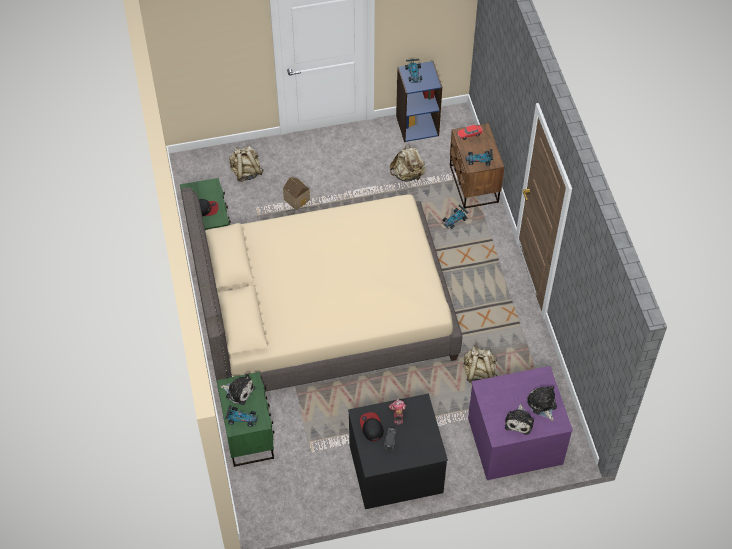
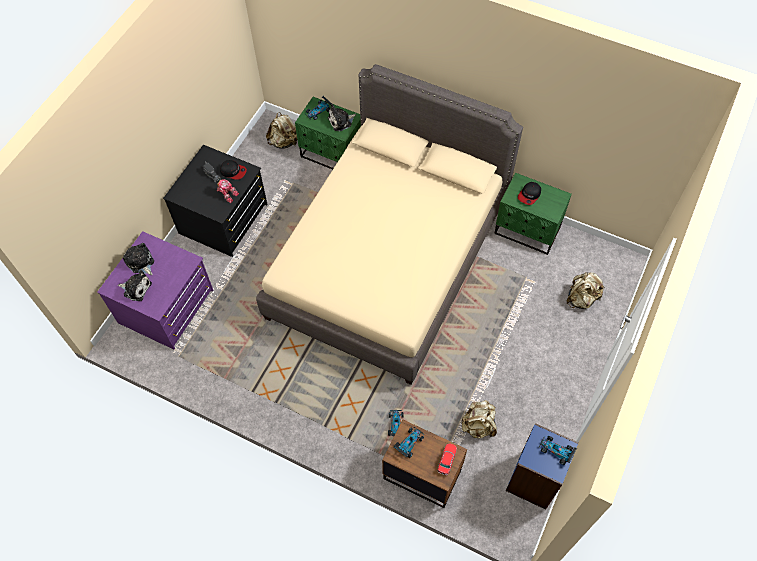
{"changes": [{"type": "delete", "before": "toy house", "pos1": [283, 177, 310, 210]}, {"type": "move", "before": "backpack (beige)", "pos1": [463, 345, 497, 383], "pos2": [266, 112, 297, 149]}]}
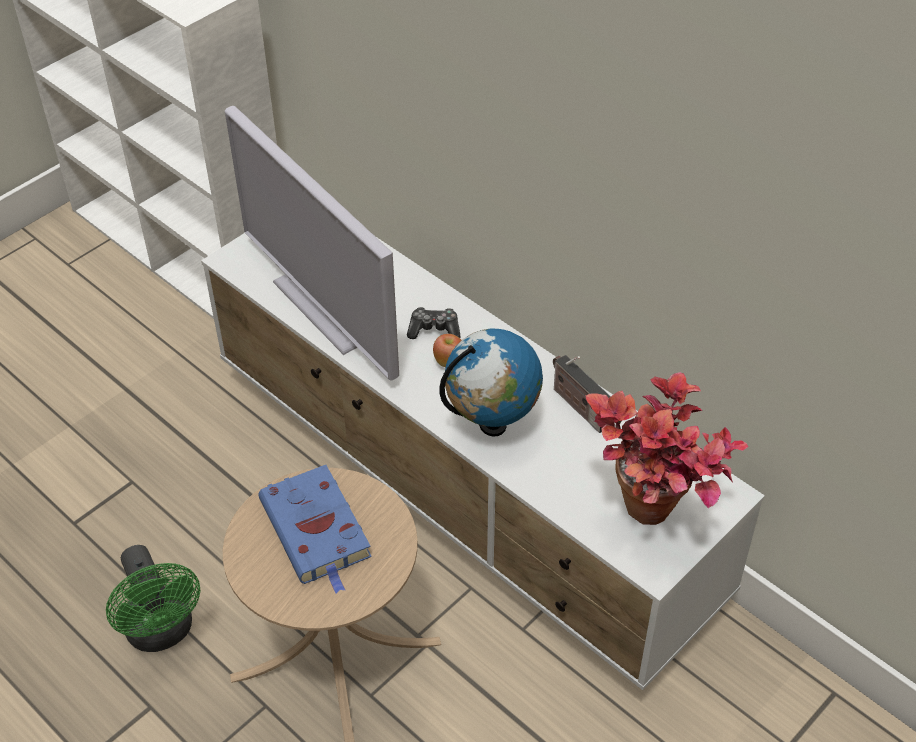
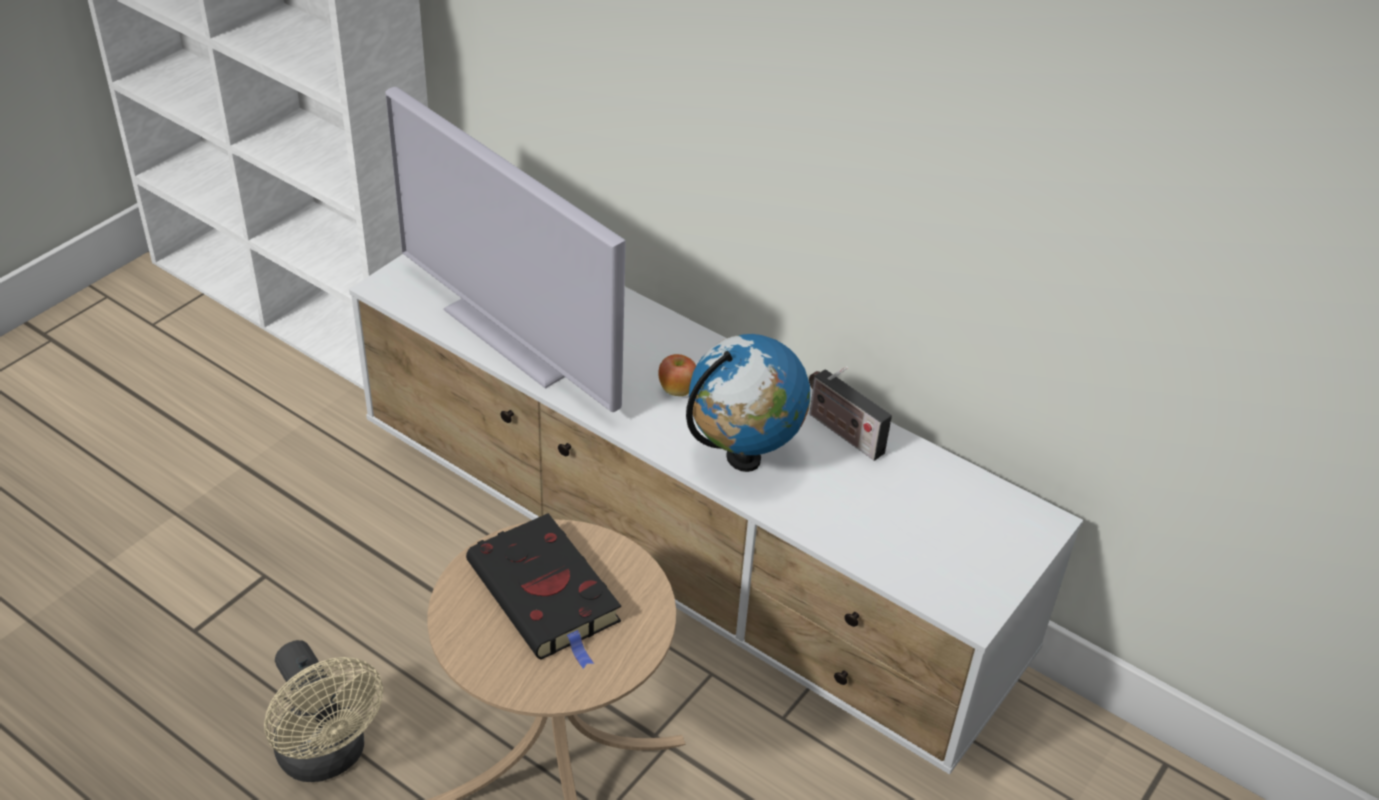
{"changes": [{"type": "delete", "before": "game controller", "pos1": [407, 307, 460, 339]}, {"type": "delete", "before": "potted plant", "pos1": [586, 372, 748, 525]}, {"type": "recolor", "before": "fan (green)", "after": "fan (beige)", "pos1": [106, 545, 200, 652], "pos2": [264, 640, 383, 782]}, {"type": "recolor", "before": "book (blue)", "after": "book (black)", "pos1": [258, 465, 372, 594], "pos2": [466, 513, 621, 669]}]}
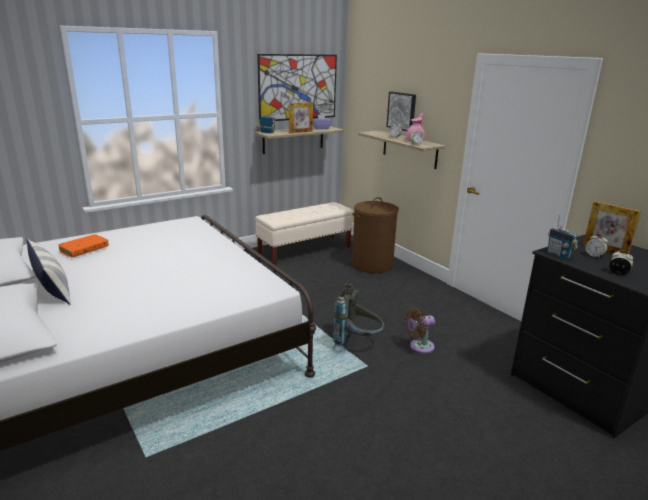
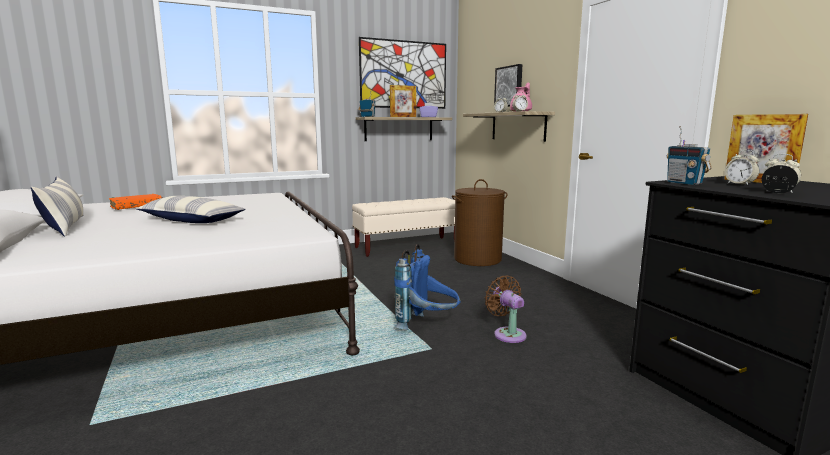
{"changes": [{"type": "insert", "after": "pillow", "pos2": [135, 196, 246, 223]}, {"type": "recolor", "before": "backpack (grey)", "after": "backpack (blue)", "pos1": [333, 280, 384, 350], "pos2": [394, 244, 461, 330]}, {"type": "rotate", "before": "fan (brown)", "pos1": [405, 307, 435, 354], "pos2": [485, 276, 527, 343], "turn": 75}]}
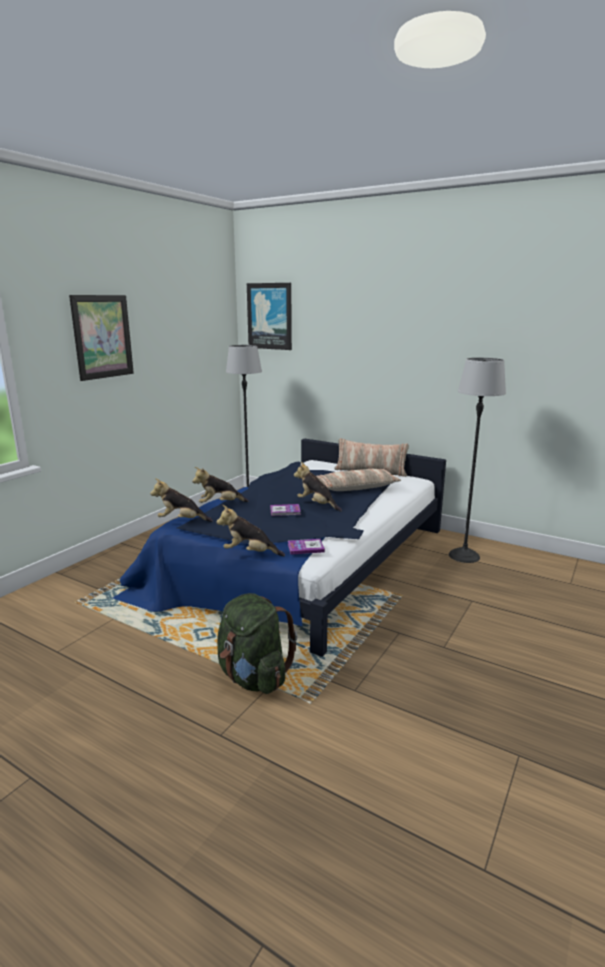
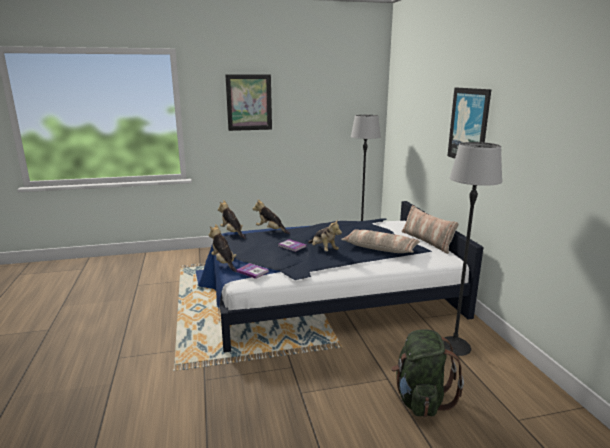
{"changes": [{"type": "move", "before": "backpack (green)", "pos1": [217, 593, 297, 694], "pos2": [391, 329, 464, 417]}, {"type": "move", "before": "picture", "pos1": [247, 283, 292, 350], "pos2": [447, 88, 492, 159]}, {"type": "rotate", "before": "plush toy", "pos1": [294, 462, 342, 512], "pos2": [308, 219, 342, 251], "turn": 150}]}
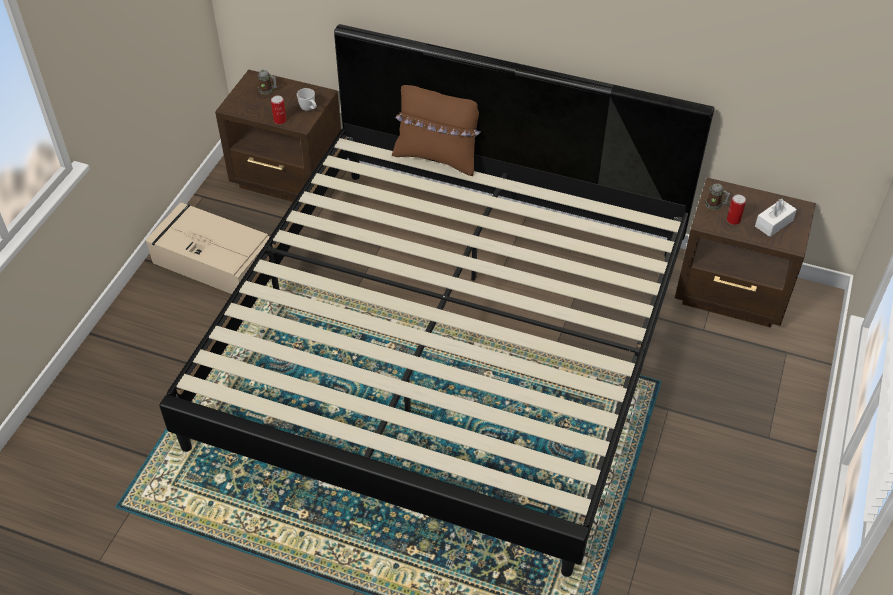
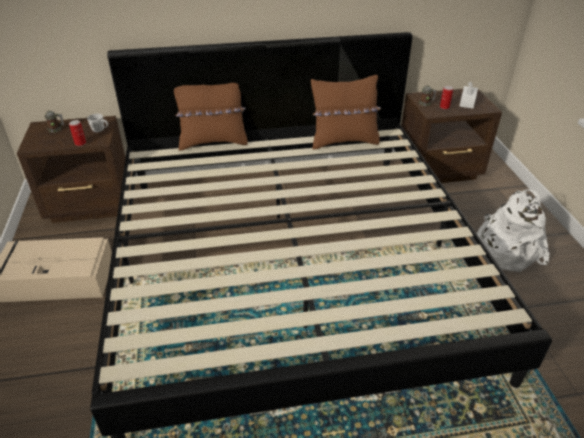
{"changes": [{"type": "insert", "after": "pillow (brown)", "pos2": [311, 75, 381, 150]}, {"type": "insert", "after": "backpack (white)", "pos2": [477, 190, 549, 272]}]}
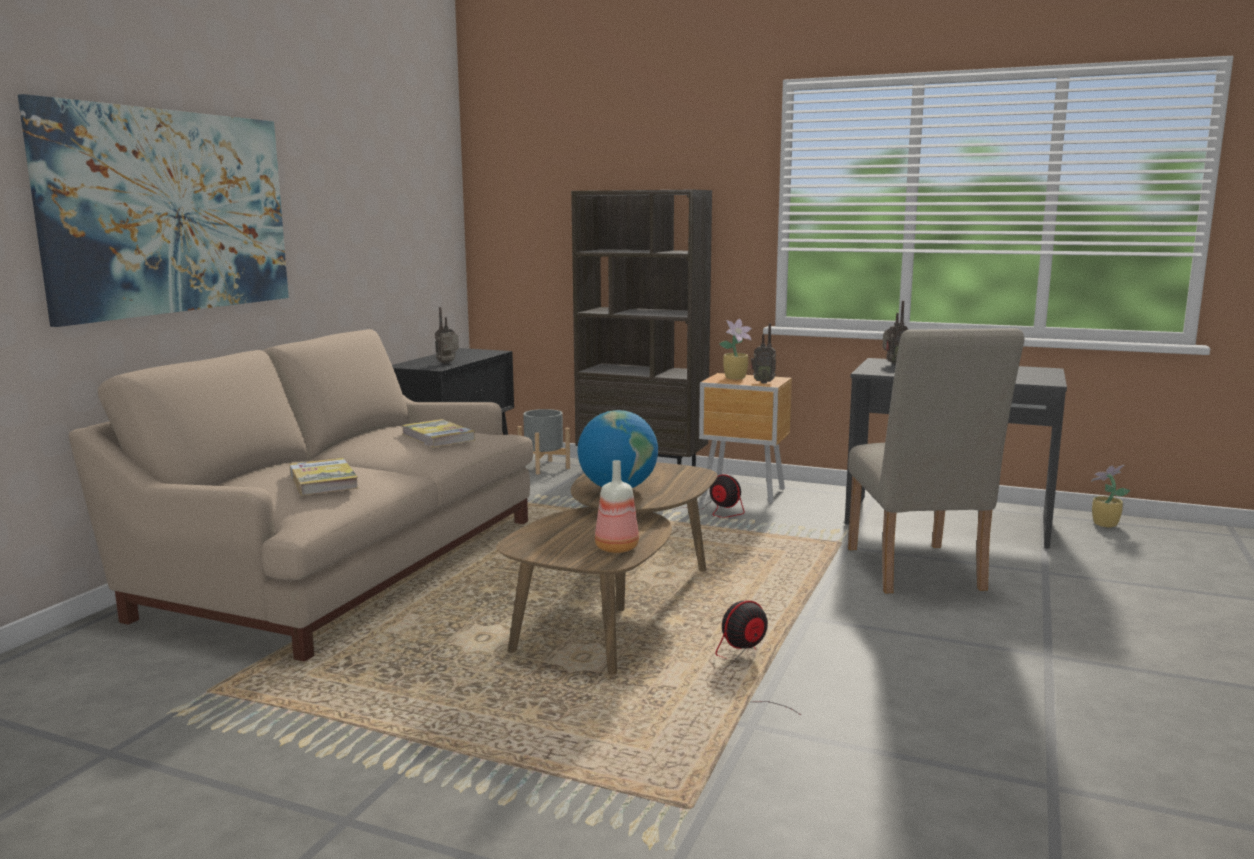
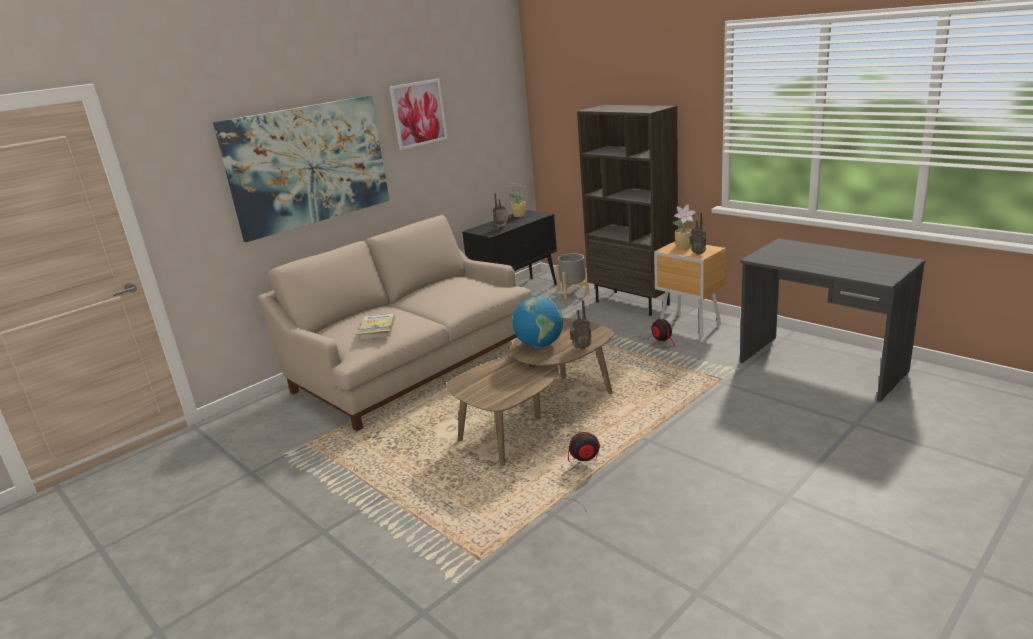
{"changes": [{"type": "delete", "before": "book", "pos1": [402, 419, 475, 447]}, {"type": "delete", "before": "bottle", "pos1": [595, 460, 639, 553]}, {"type": "delete", "before": "chair (beige)", "pos1": [848, 328, 1025, 593]}, {"type": "insert", "after": "picture", "pos2": [389, 79, 448, 150]}, {"type": "move", "before": "radio", "pos1": [882, 301, 908, 364], "pos2": [570, 300, 592, 350]}, {"type": "move", "before": "potted plant", "pos1": [1091, 465, 1130, 527], "pos2": [507, 182, 526, 217]}]}
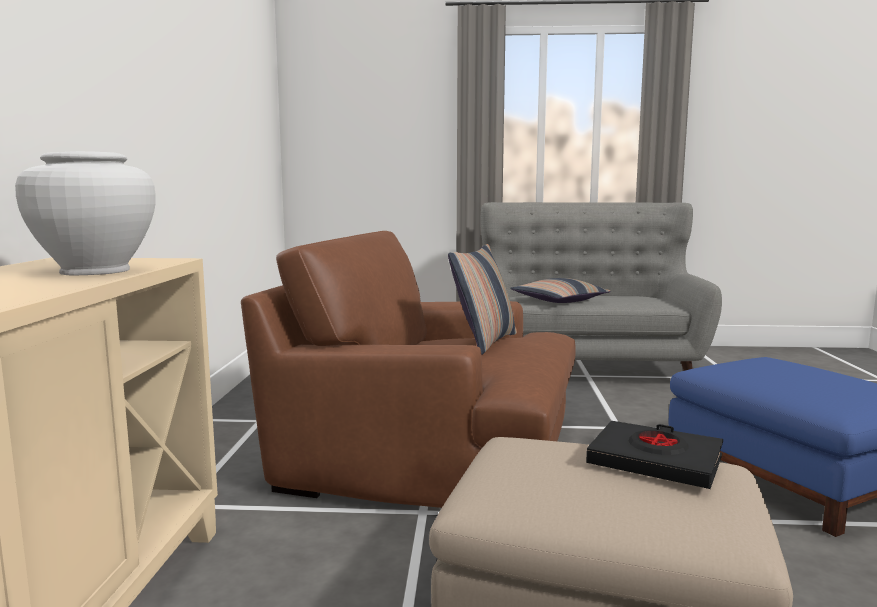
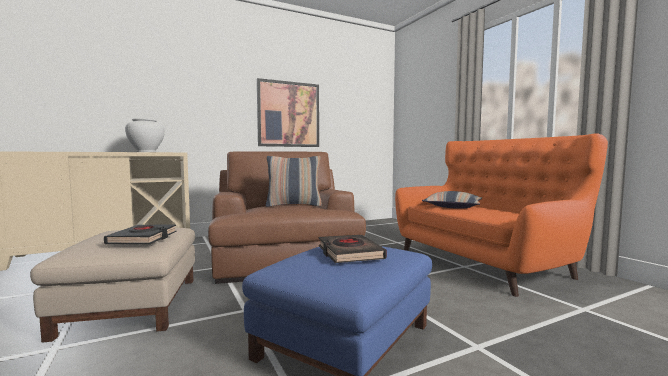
{"changes": [{"type": "insert", "after": "picture", "pos2": [257, 78, 319, 147]}, {"type": "insert", "after": "book (black)", "pos2": [319, 235, 387, 263]}, {"type": "recolor", "before": "sofa (grey)", "after": "sofa (orange)", "pos1": [480, 202, 722, 371], "pos2": [395, 134, 608, 297]}]}
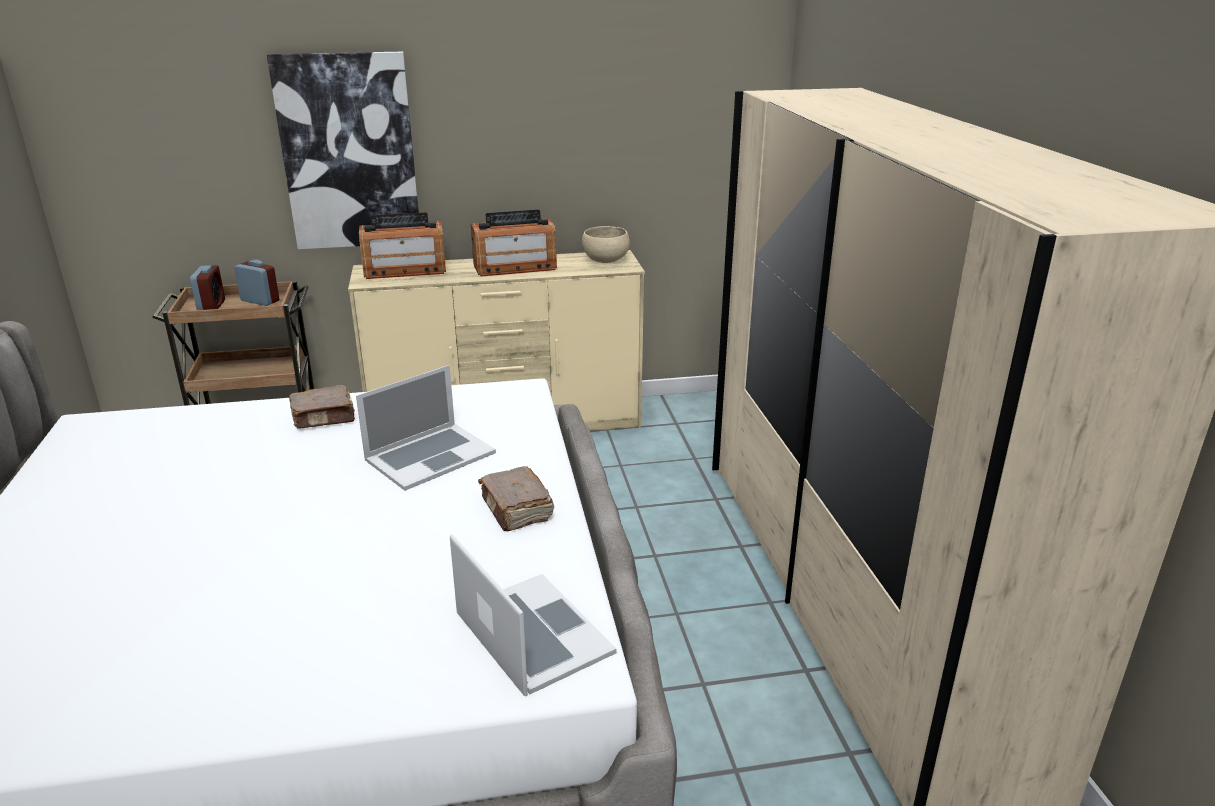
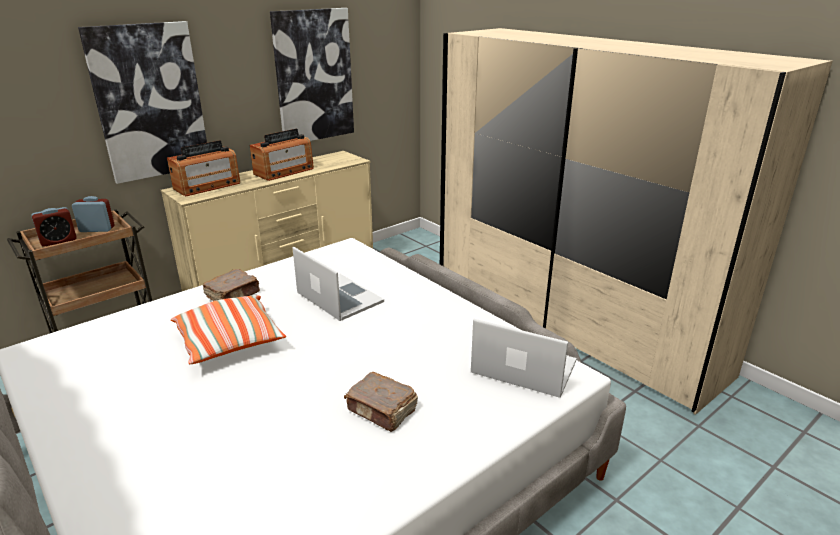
{"changes": [{"type": "delete", "before": "bowl (beige)", "pos1": [582, 226, 630, 263]}, {"type": "insert", "after": "pillow", "pos2": [171, 295, 286, 364]}, {"type": "insert", "after": "picture", "pos2": [270, 8, 354, 141]}, {"type": "move", "before": "book (brown)", "pos1": [478, 466, 554, 531], "pos2": [344, 372, 418, 432]}, {"type": "rotate", "before": "alarm clock", "pos1": [190, 265, 225, 310], "pos2": [31, 207, 77, 247], "turn": 90}, {"type": "rotate", "before": "laptop", "pos1": [356, 365, 496, 491], "pos2": [293, 247, 384, 321], "turn": -60}]}
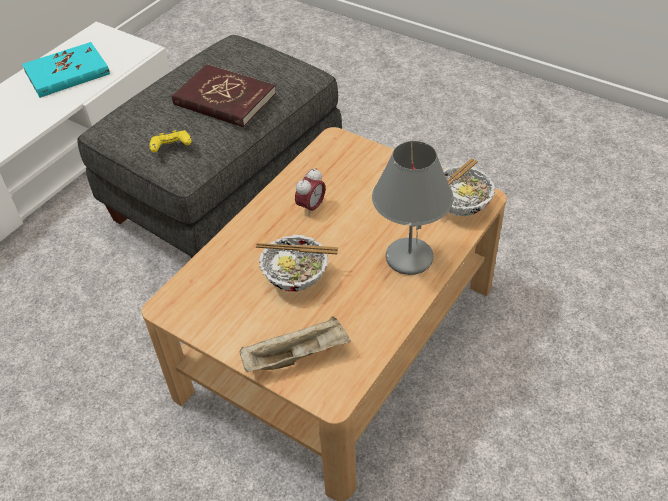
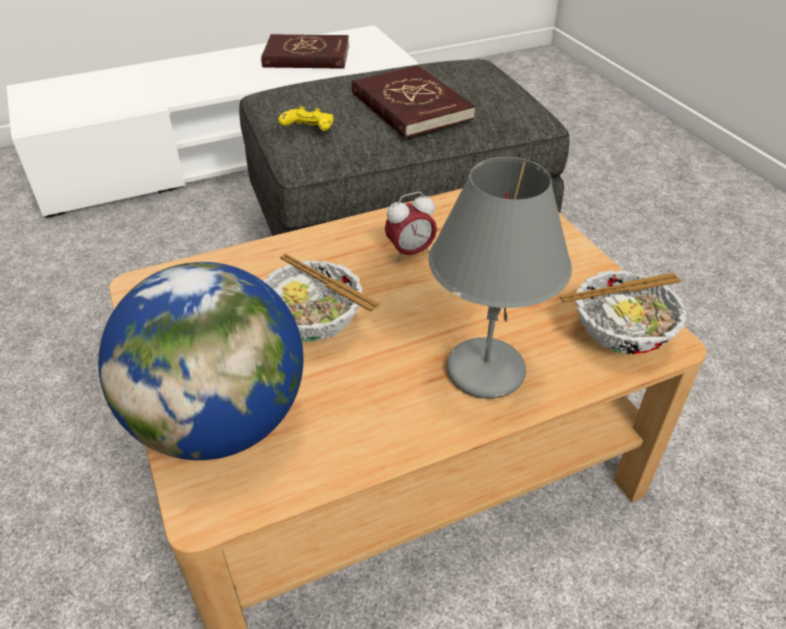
{"changes": [{"type": "replace", "before": "tray (beige)", "after": "globe", "pos1": [240, 316, 351, 372], "pos2": [98, 262, 304, 460]}, {"type": "recolor", "before": "book (turquoise)", "after": "book (red)", "pos1": [22, 42, 110, 98], "pos2": [261, 34, 349, 69]}]}
